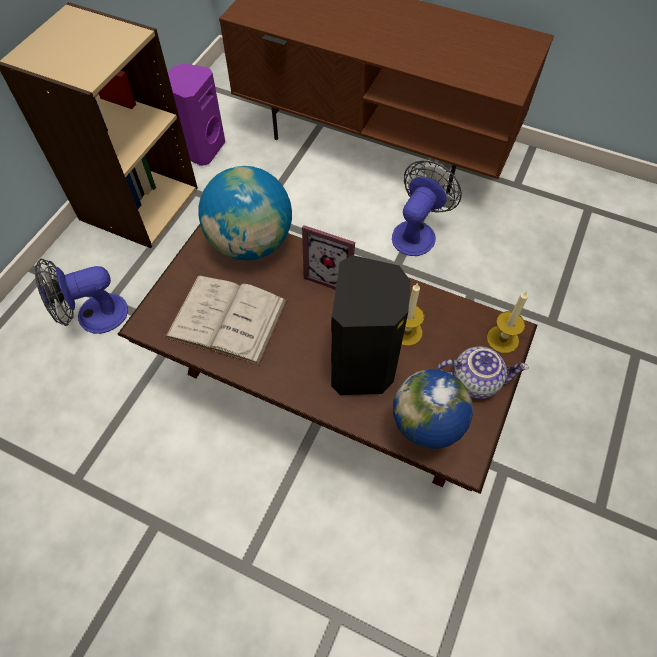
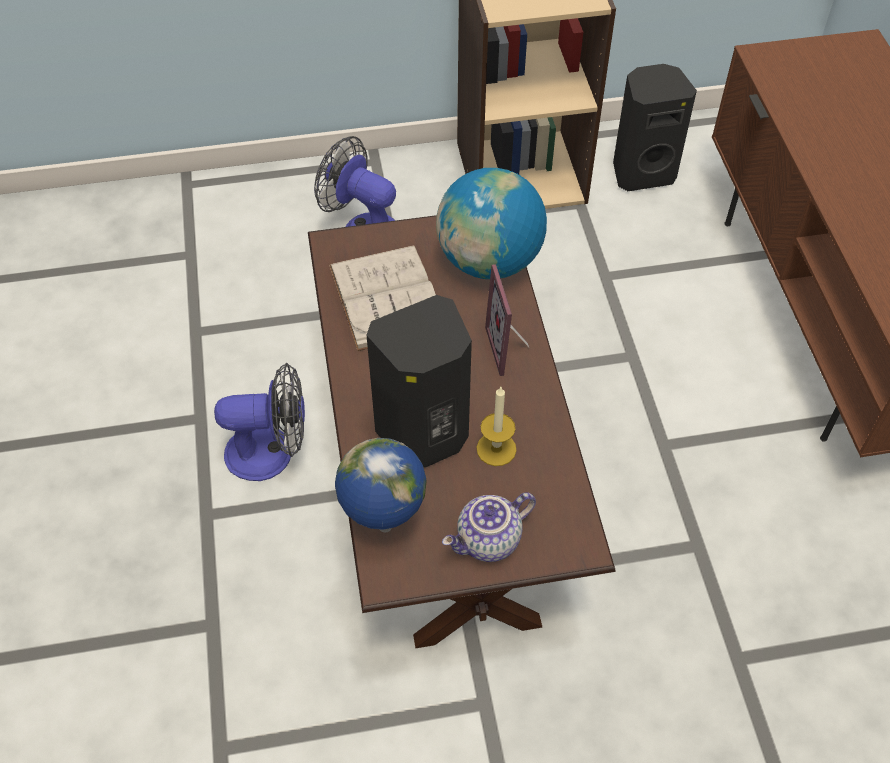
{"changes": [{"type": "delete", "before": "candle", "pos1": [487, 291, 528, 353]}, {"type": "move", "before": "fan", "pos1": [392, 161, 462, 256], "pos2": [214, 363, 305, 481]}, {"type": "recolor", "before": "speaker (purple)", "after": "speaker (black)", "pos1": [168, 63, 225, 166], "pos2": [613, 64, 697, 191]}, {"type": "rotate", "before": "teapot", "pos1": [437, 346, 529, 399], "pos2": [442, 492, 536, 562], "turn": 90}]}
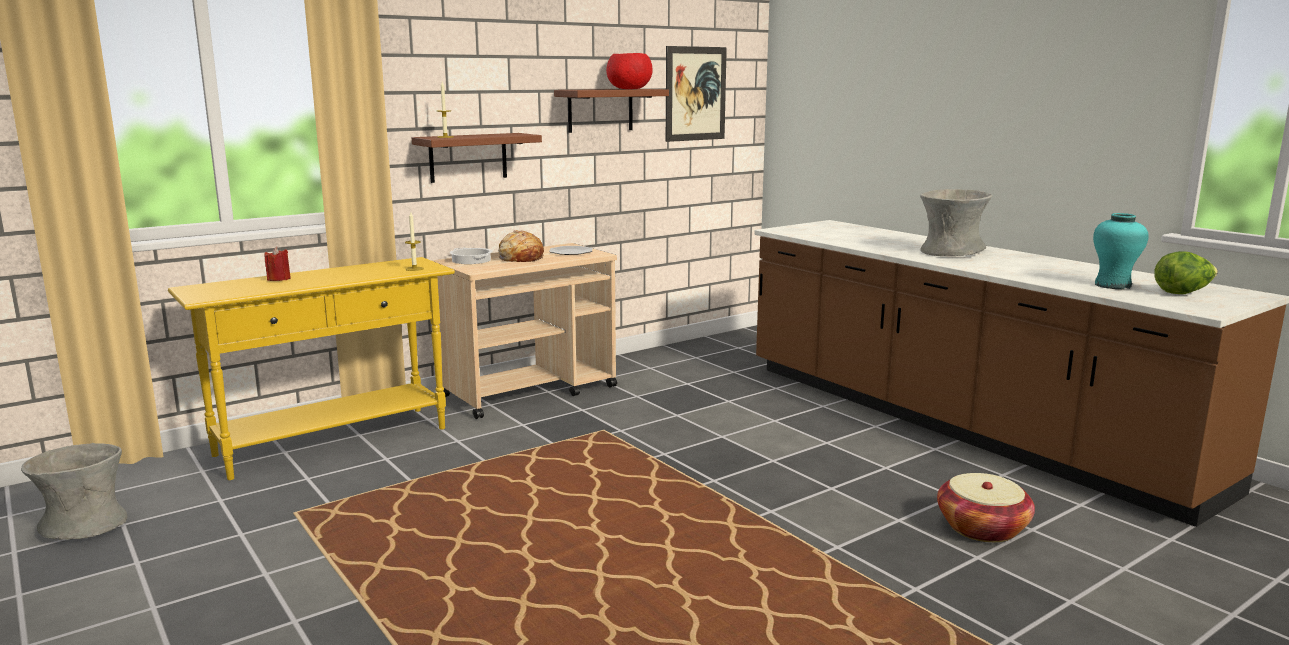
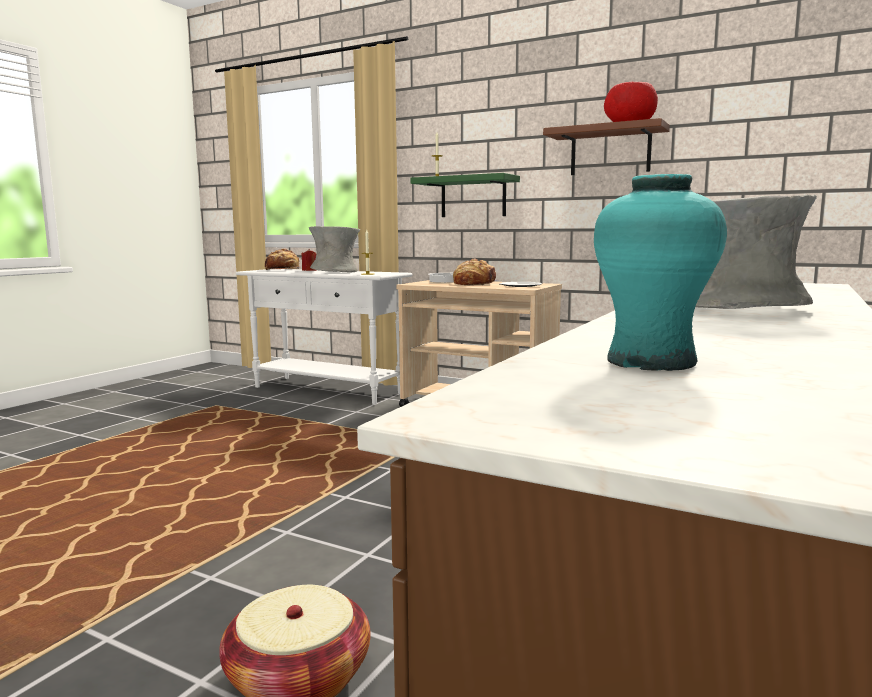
{"changes": [{"type": "delete", "before": "picture", "pos1": [666, 46, 727, 142]}, {"type": "delete", "before": "lettuce", "pos1": [1154, 251, 1218, 294]}, {"type": "insert", "after": "bread", "pos2": [265, 249, 300, 270]}, {"type": "move", "before": "vase (grey)", "pos1": [21, 443, 127, 540], "pos2": [309, 226, 360, 272]}, {"type": "recolor", "before": "console table (yellow)", "after": "console table (white)", "pos1": [168, 257, 455, 480], "pos2": [236, 269, 413, 405]}, {"type": "recolor", "before": "shelf (brown)", "after": "shelf (green)", "pos1": [412, 133, 542, 183], "pos2": [411, 173, 520, 217]}]}
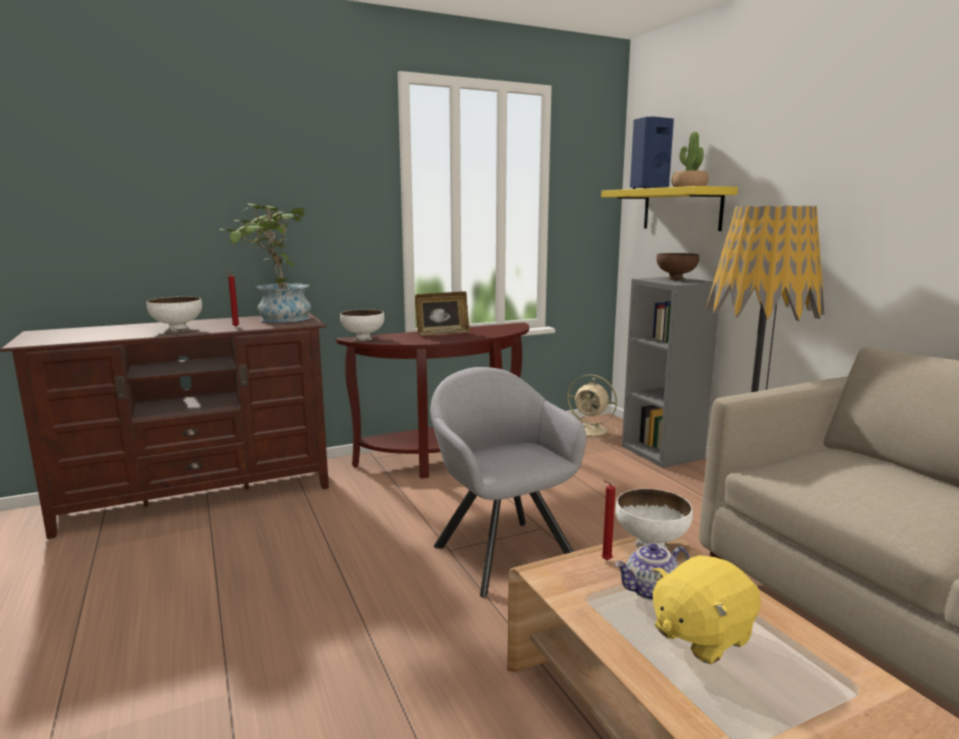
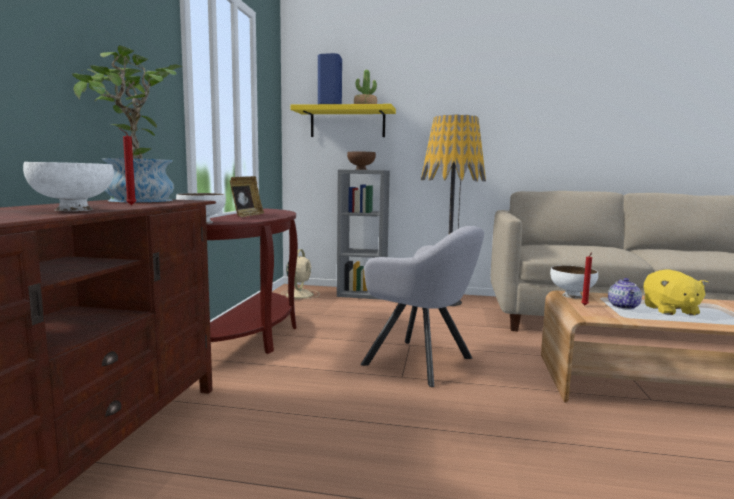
{"changes": [{"type": "rotate", "before": "armchair (grey)", "pos1": [430, 367, 587, 597], "pos2": [361, 226, 484, 387], "turn": -150}, {"type": "rotate", "before": "fan (beige)", "pos1": [567, 374, 617, 440], "pos2": [281, 249, 320, 299], "turn": -60}]}
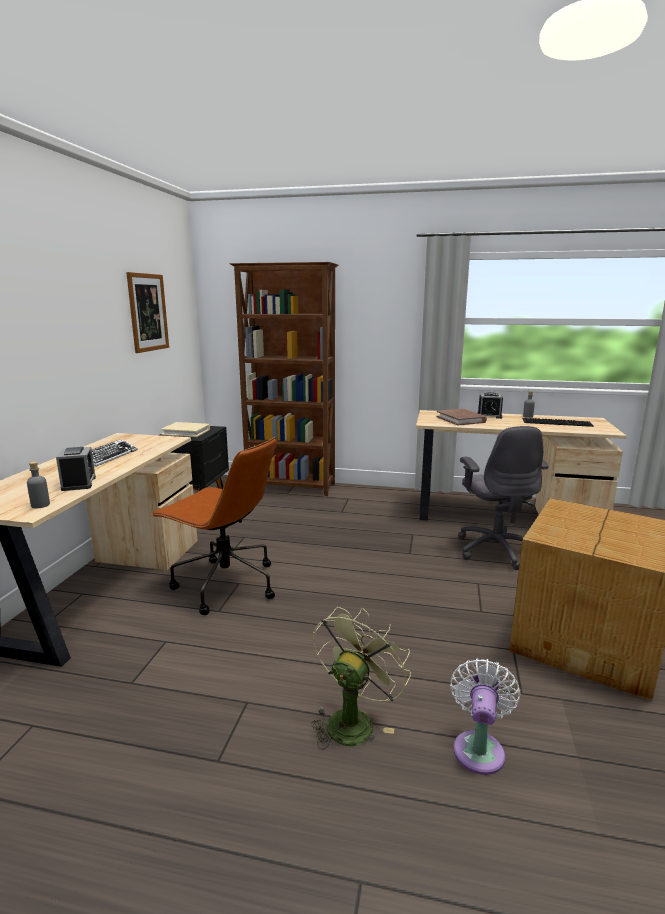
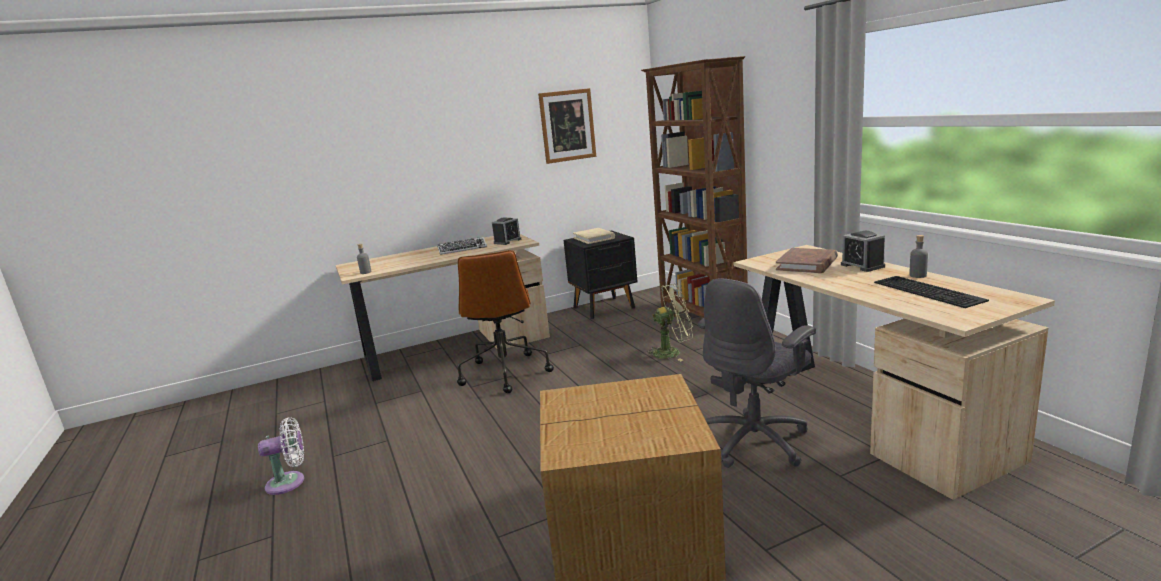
{"changes": [{"type": "move", "before": "alarm clock", "pos1": [56, 447, 96, 491], "pos2": [492, 218, 521, 245]}, {"type": "move", "before": "fan (green)", "pos1": [311, 607, 411, 750], "pos2": [644, 284, 693, 361]}, {"type": "move", "before": "fan (white)", "pos1": [450, 658, 521, 775], "pos2": [258, 417, 304, 495]}]}
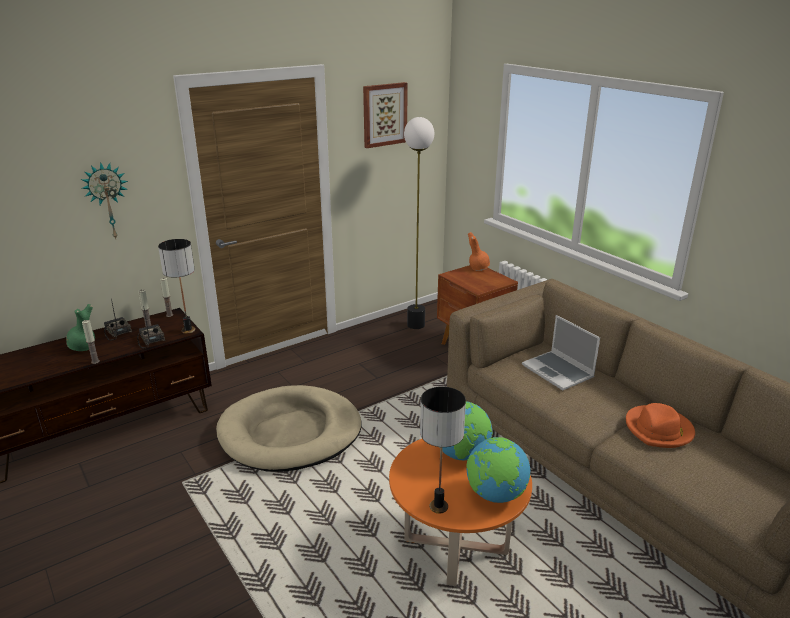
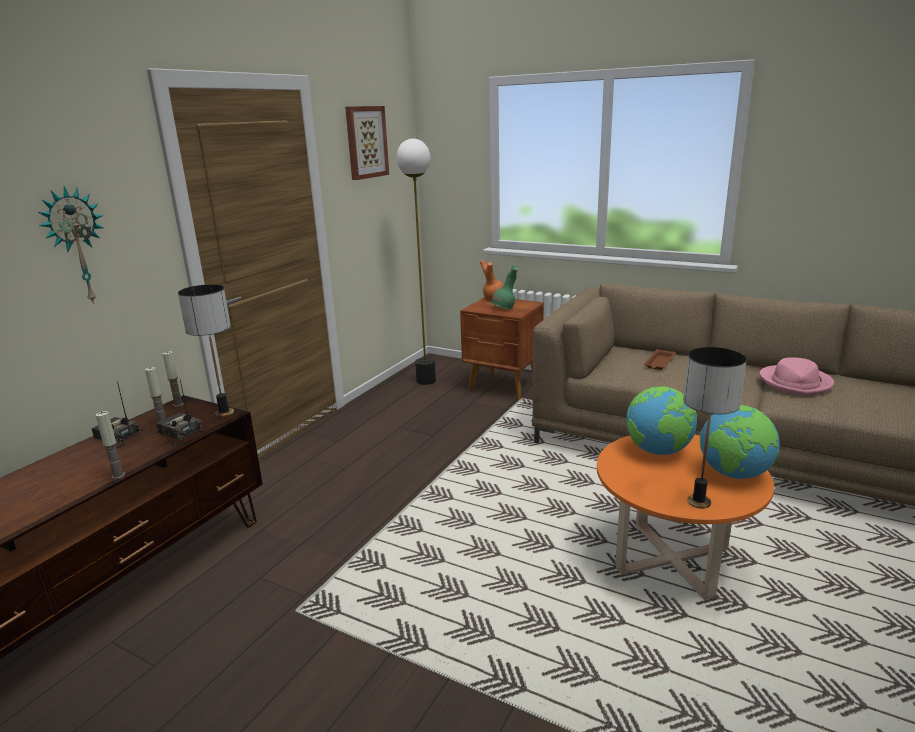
{"changes": [{"type": "delete", "before": "dog bed (beige)", "pos1": [216, 385, 362, 472]}, {"type": "move", "before": "vase (green)", "pos1": [66, 304, 95, 351], "pos2": [491, 265, 518, 309]}, {"type": "replace", "before": "laptop", "after": "tray (brown)", "pos1": [522, 315, 600, 391], "pos2": [644, 349, 676, 370]}, {"type": "recolor", "before": "hat (orange)", "after": "hat (pink)", "pos1": [626, 403, 695, 448], "pos2": [760, 357, 834, 396]}]}
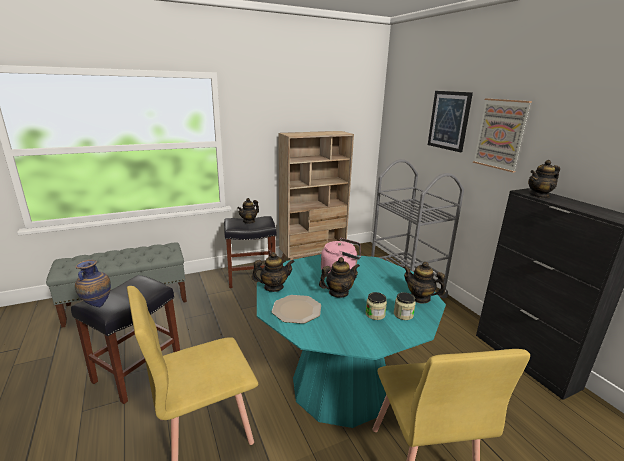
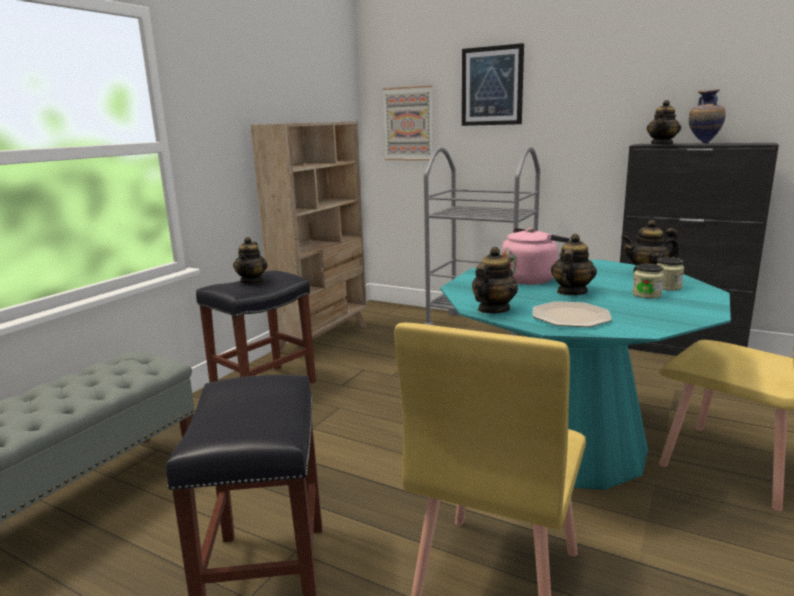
{"changes": [{"type": "move", "before": "vase", "pos1": [75, 259, 111, 308], "pos2": [689, 89, 726, 143]}, {"type": "move", "before": "picture", "pos1": [473, 98, 532, 172], "pos2": [383, 85, 432, 160]}]}
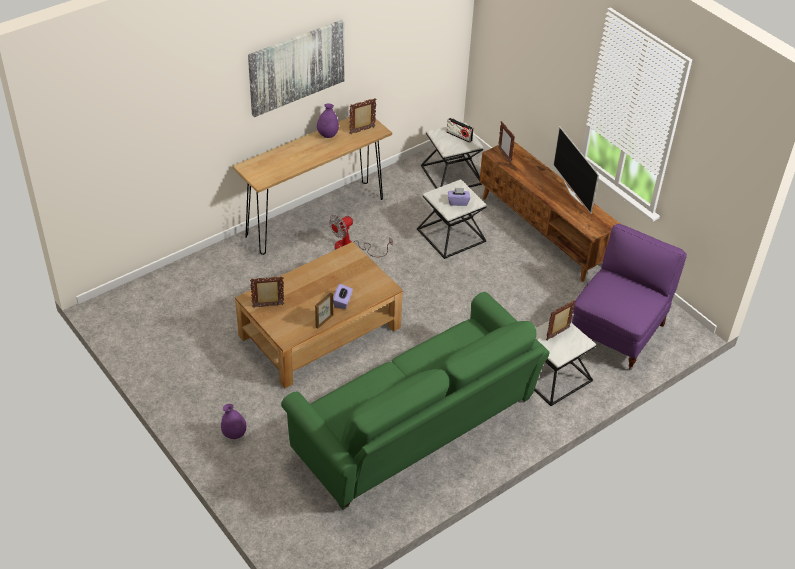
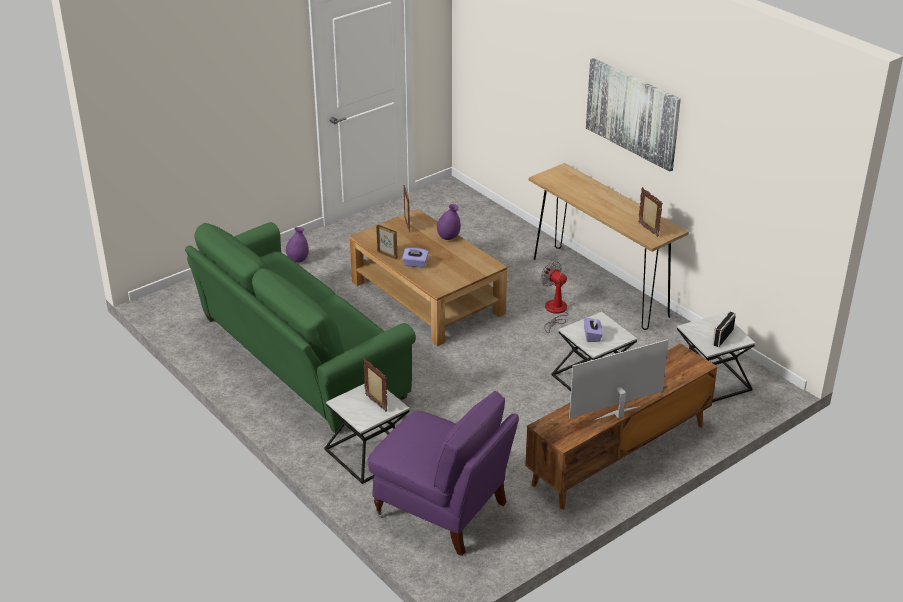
{"changes": [{"type": "delete", "before": "picture frame", "pos1": [498, 121, 515, 164]}, {"type": "move", "before": "vase (purple)", "pos1": [317, 103, 339, 138], "pos2": [437, 204, 461, 240]}]}
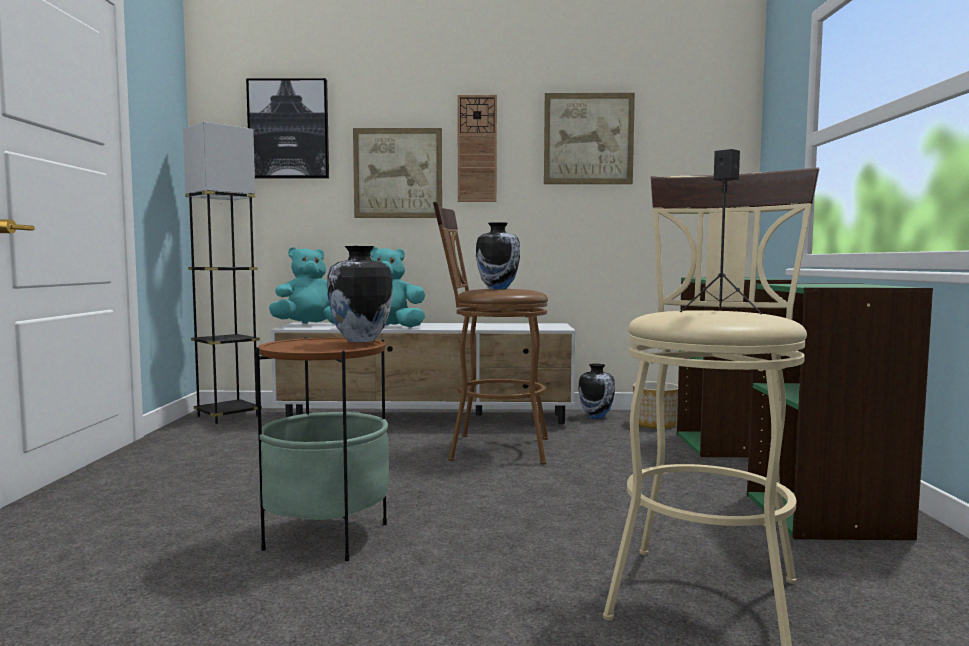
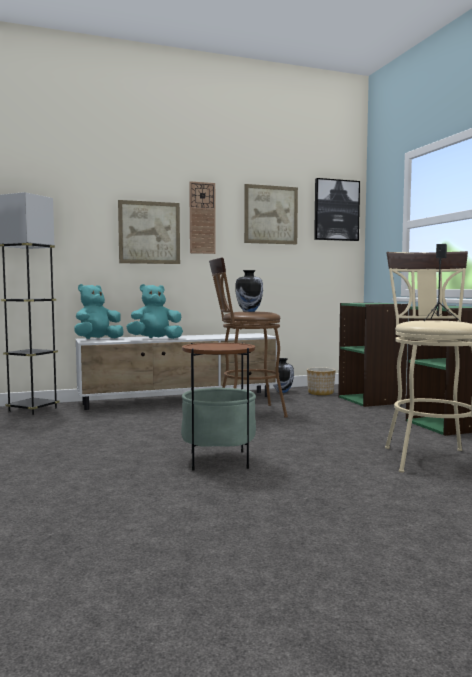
{"changes": [{"type": "delete", "before": "vase", "pos1": [327, 246, 393, 343]}, {"type": "move", "before": "picture", "pos1": [246, 78, 329, 178], "pos2": [314, 178, 360, 241]}]}
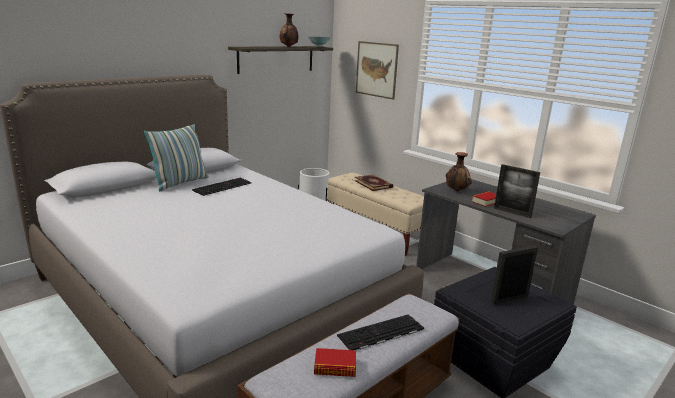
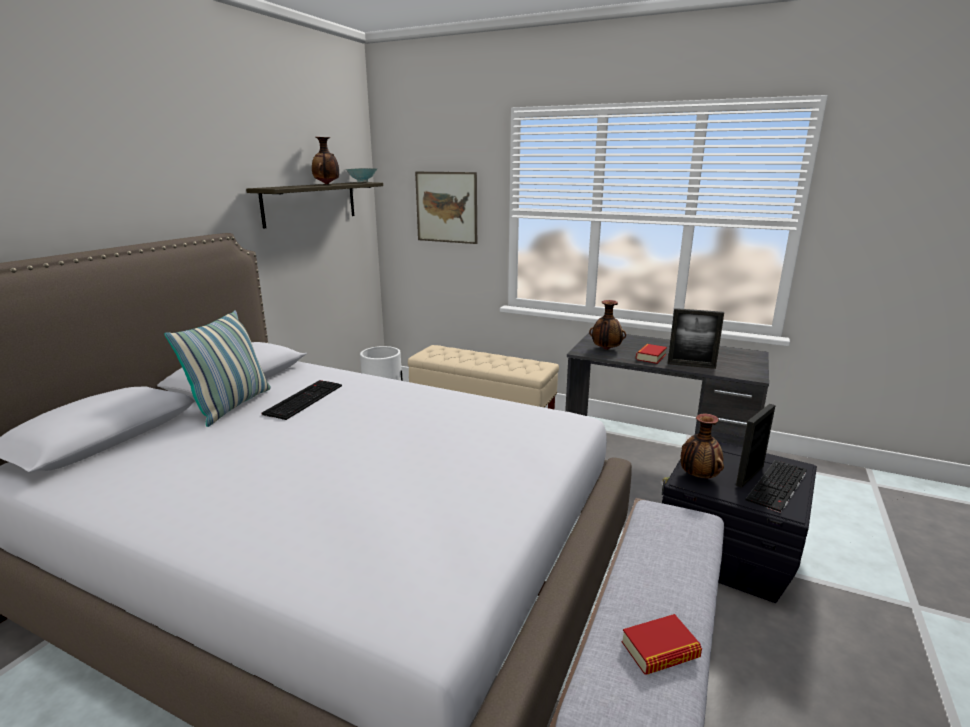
{"changes": [{"type": "delete", "before": "book", "pos1": [355, 175, 393, 191]}, {"type": "insert", "after": "vase", "pos2": [680, 414, 724, 478]}, {"type": "move", "before": "keyboard", "pos1": [337, 314, 424, 350], "pos2": [746, 460, 807, 513]}]}
